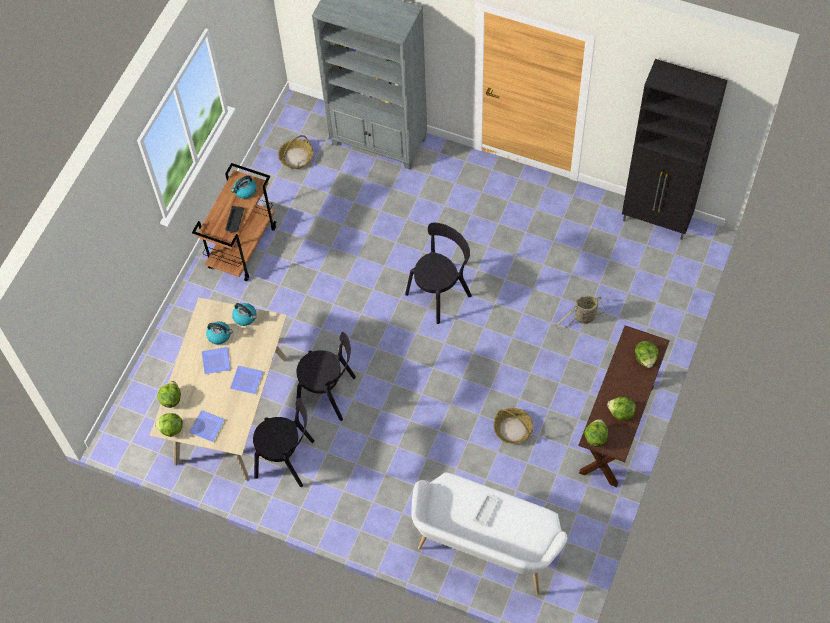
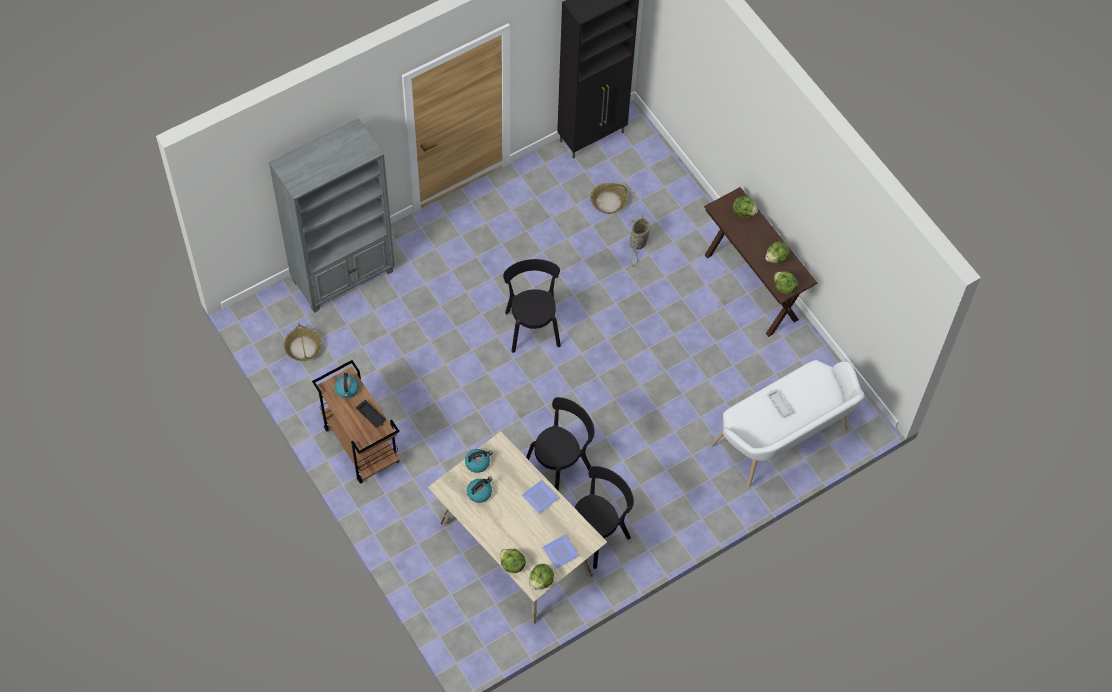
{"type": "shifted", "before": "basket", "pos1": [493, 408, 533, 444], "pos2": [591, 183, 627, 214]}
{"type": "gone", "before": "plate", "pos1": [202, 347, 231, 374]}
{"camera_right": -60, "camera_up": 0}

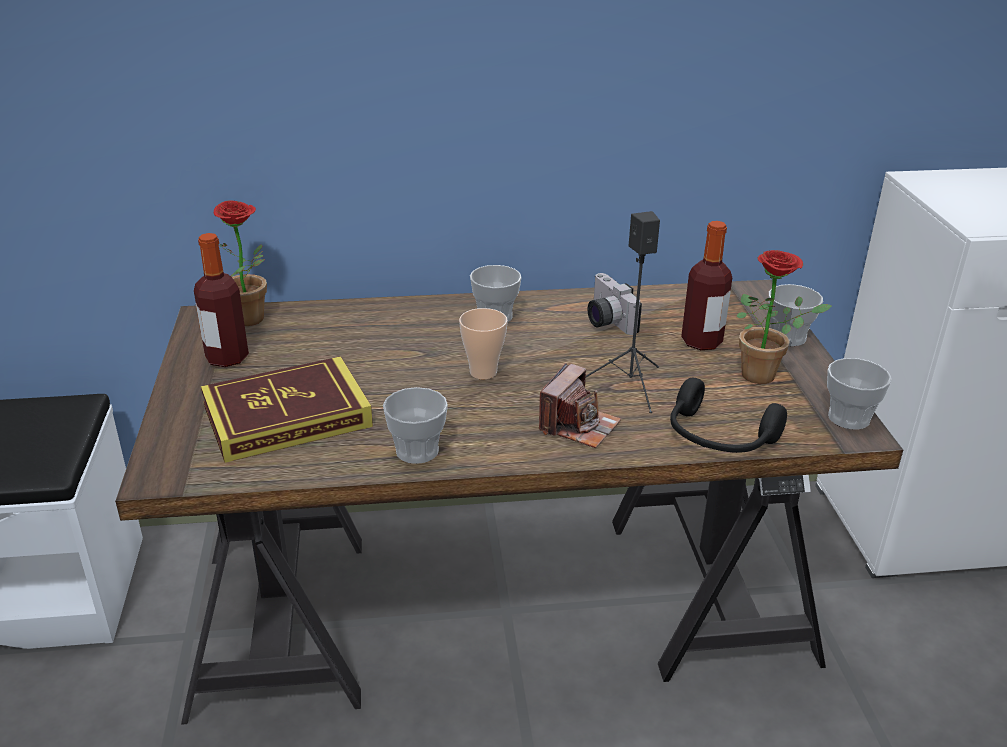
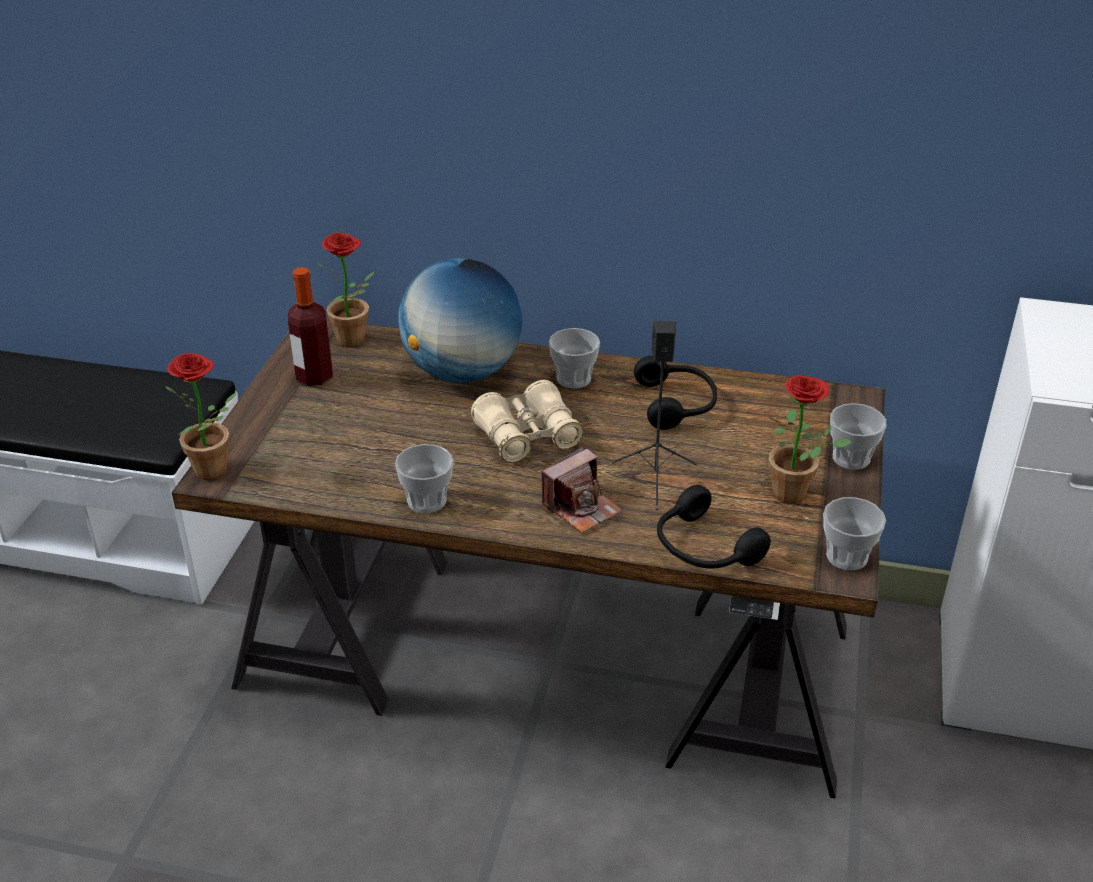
{"type": "new", "after": "potted plant", "pos2": [165, 353, 236, 480]}
{"type": "new", "after": "globe", "pos2": [398, 258, 522, 383]}
{"type": "swapped", "before": "cup", "after": "beige binoculars", "pos1": [459, 308, 508, 379], "pos2": [471, 380, 584, 463]}
{"type": "swapped", "before": "photo camera", "after": "black headphones", "pos1": [588, 273, 642, 335], "pos2": [634, 355, 717, 430]}
{"type": "gone", "before": "book", "pos1": [201, 356, 373, 463]}
{"type": "gone", "before": "bottle", "pos1": [681, 221, 732, 350]}
{"camera_right": 20, "camera_up": 5}

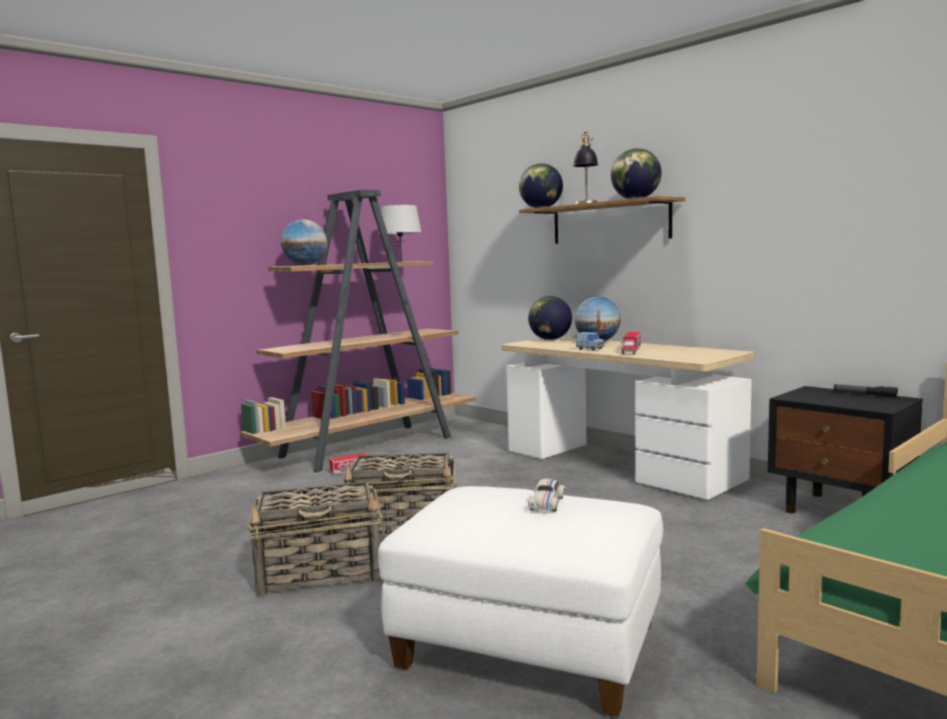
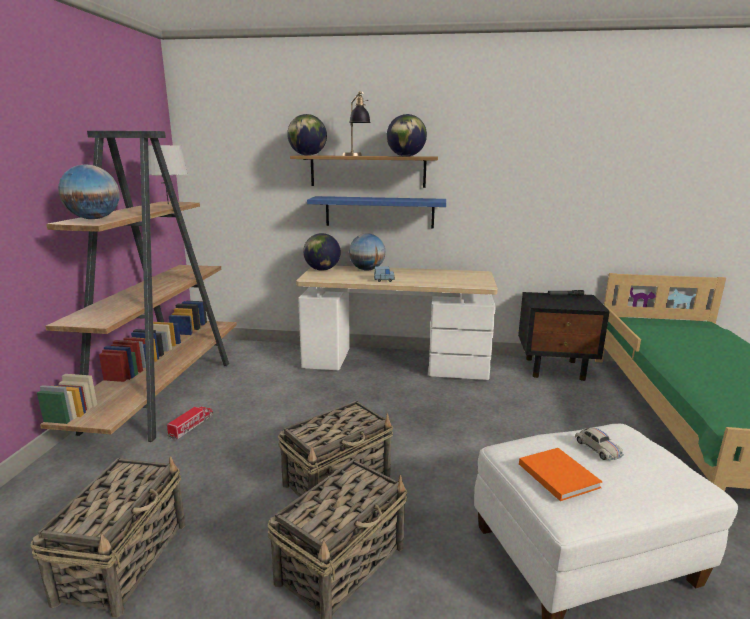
{"type": "new", "after": "basket", "pos2": [30, 456, 185, 618]}
{"type": "new", "after": "blue shelf", "pos2": [307, 196, 446, 229]}
{"type": "new", "after": "orange book", "pos2": [519, 448, 603, 501]}
{"type": "gone", "before": "toy truck", "pos1": [621, 332, 641, 354]}
{"camera_right": -40, "camera_up": 10}

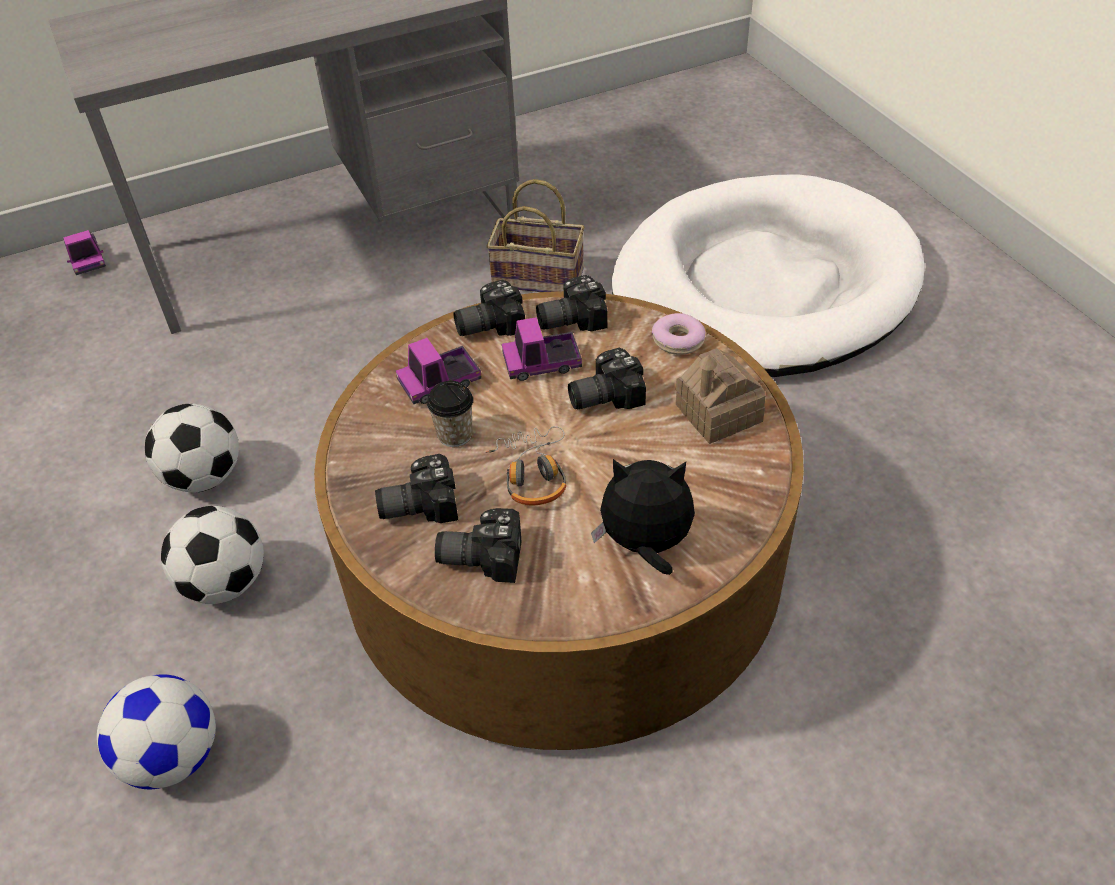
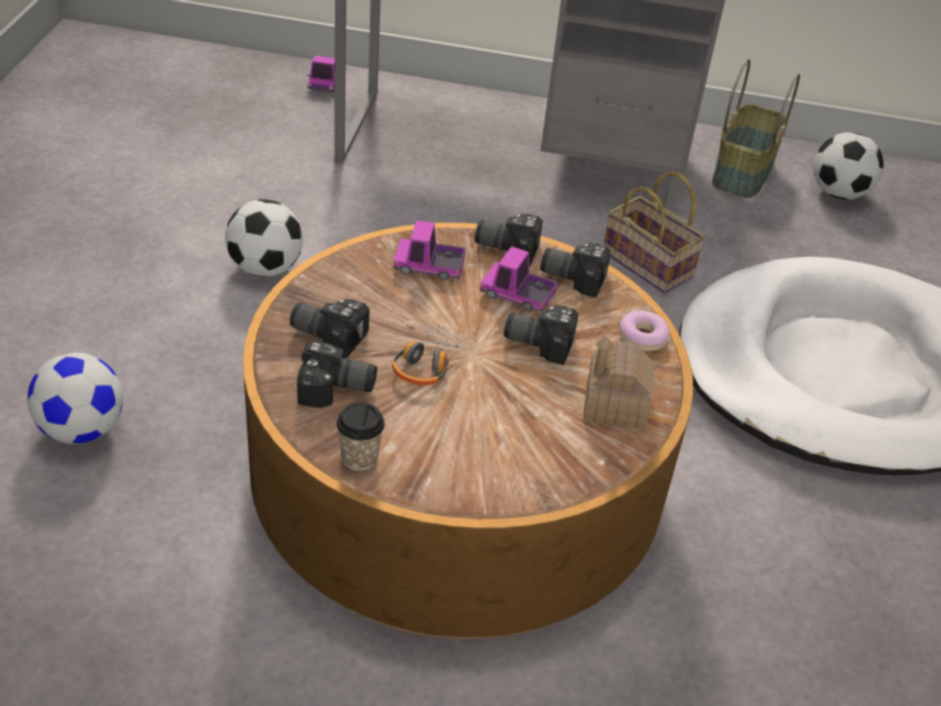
{"type": "rotated", "before": "photo camera", "pos1": [435, 508, 522, 583], "pos2": [297, 342, 377, 408], "turn": 150}
{"type": "shifted", "before": "cup", "pos1": [427, 381, 473, 447], "pos2": [336, 402, 385, 471]}
{"type": "new", "after": "basket", "pos2": [712, 59, 800, 198]}
{"type": "shifted", "before": "football", "pos1": [161, 506, 264, 604], "pos2": [814, 132, 884, 200]}
{"type": "gone", "before": "plush toy", "pos1": [591, 459, 695, 575]}
{"camera_right": 30, "camera_up": -5}

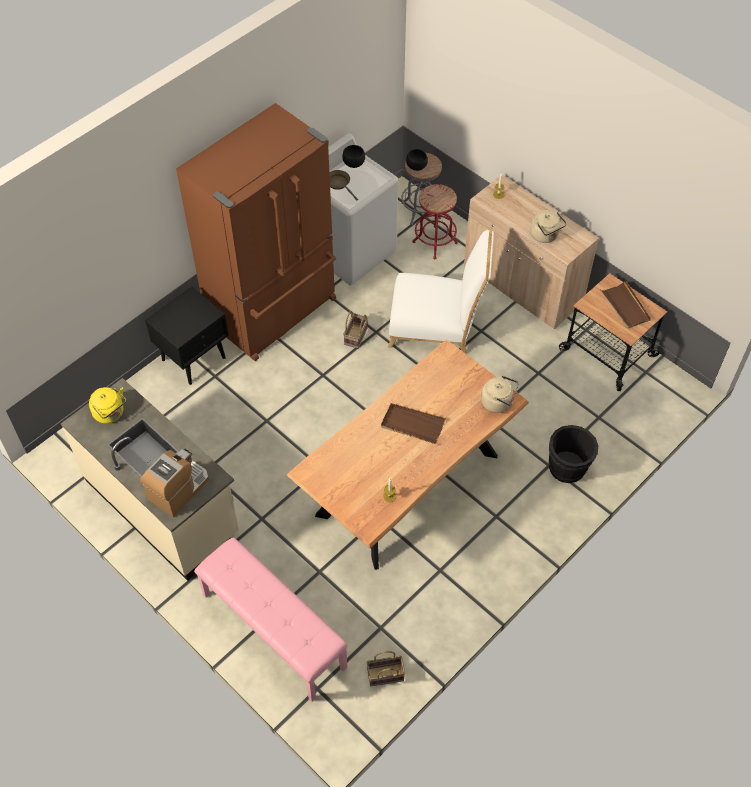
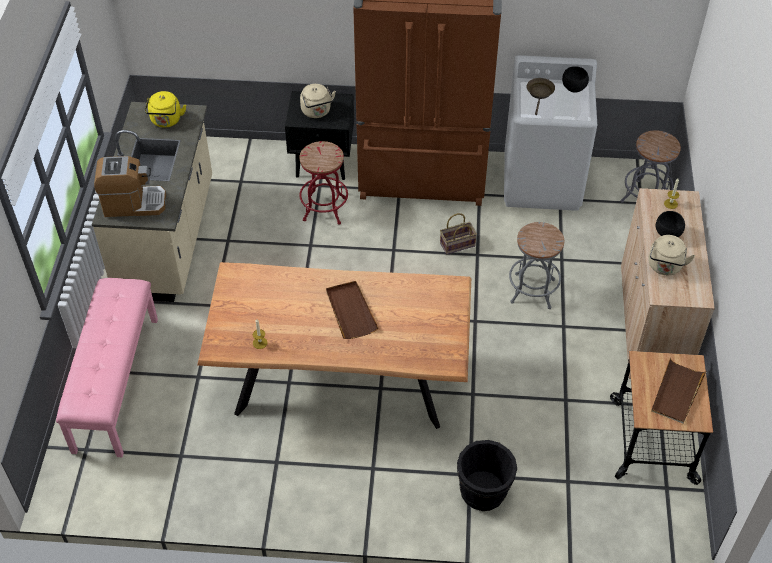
{"type": "shifted", "before": "red stool", "pos1": [412, 184, 458, 260], "pos2": [299, 141, 348, 224]}
{"type": "shifted", "before": "beige kettle", "pos1": [481, 374, 519, 413], "pos2": [300, 84, 336, 118]}
{"type": "swapped", "before": "white chair", "after": "grey stool", "pos1": [388, 227, 494, 354], "pos2": [509, 222, 564, 309]}
{"type": "shifted", "before": "black bowl", "pos1": [406, 149, 428, 171], "pos2": [656, 211, 685, 237]}
{"type": "gone", "before": "basket", "pos1": [367, 651, 405, 686]}
{"camera_right": 50, "camera_up": -5}

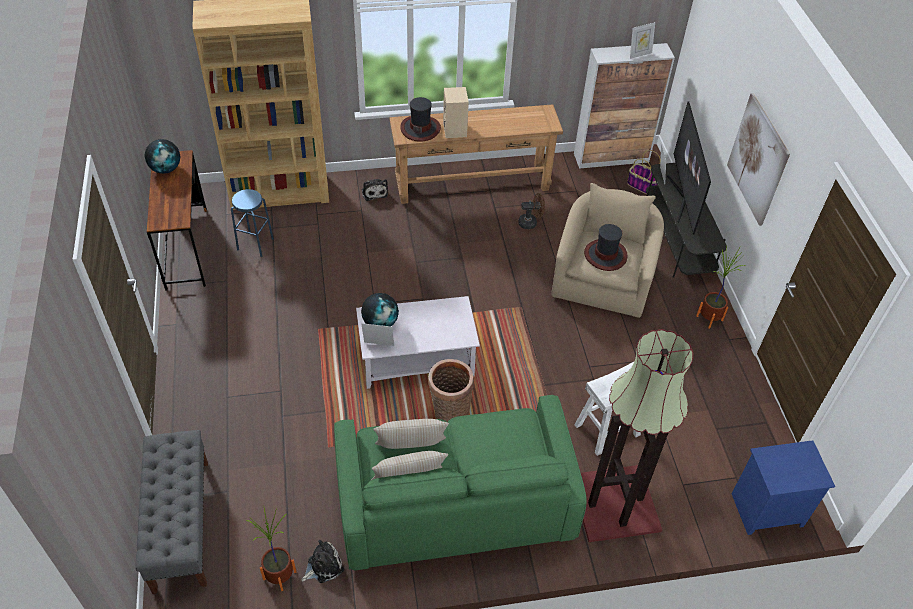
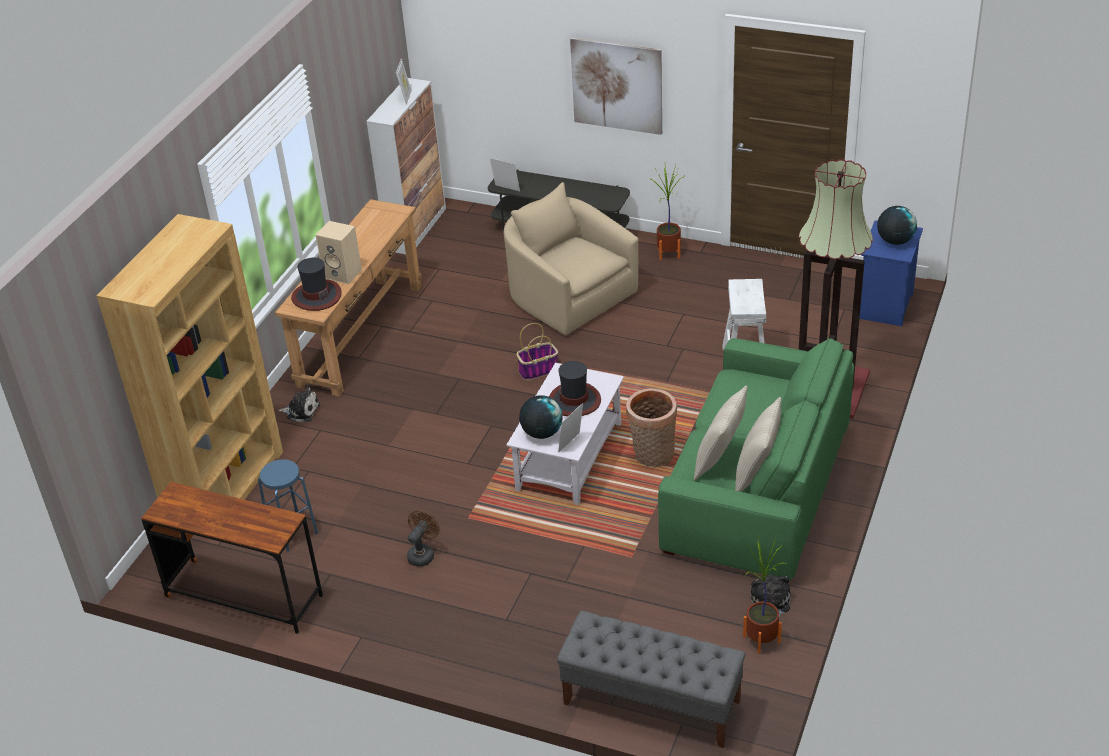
{"type": "shifted", "before": "brown fan", "pos1": [518, 193, 545, 229], "pos2": [407, 510, 440, 566]}
{"type": "shifted", "before": "basket", "pos1": [627, 150, 660, 194], "pos2": [516, 323, 558, 380]}
{"type": "shifted", "before": "hat", "pos1": [584, 224, 628, 271], "pos2": [549, 361, 601, 416]}
{"type": "shifted", "before": "globe", "pos1": [145, 139, 180, 174], "pos2": [877, 206, 917, 245]}
{"type": "gone", "before": "television", "pos1": [667, 101, 711, 235]}
{"camera_right": -55, "camera_up": -10}

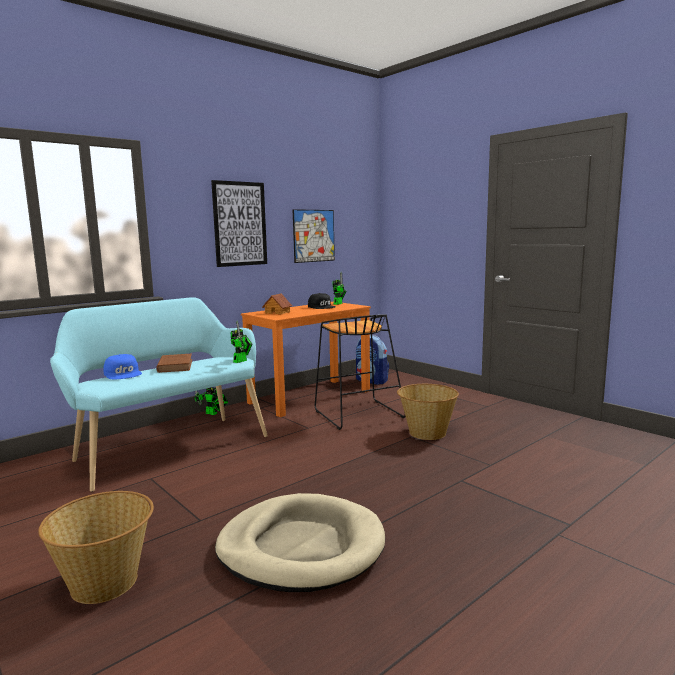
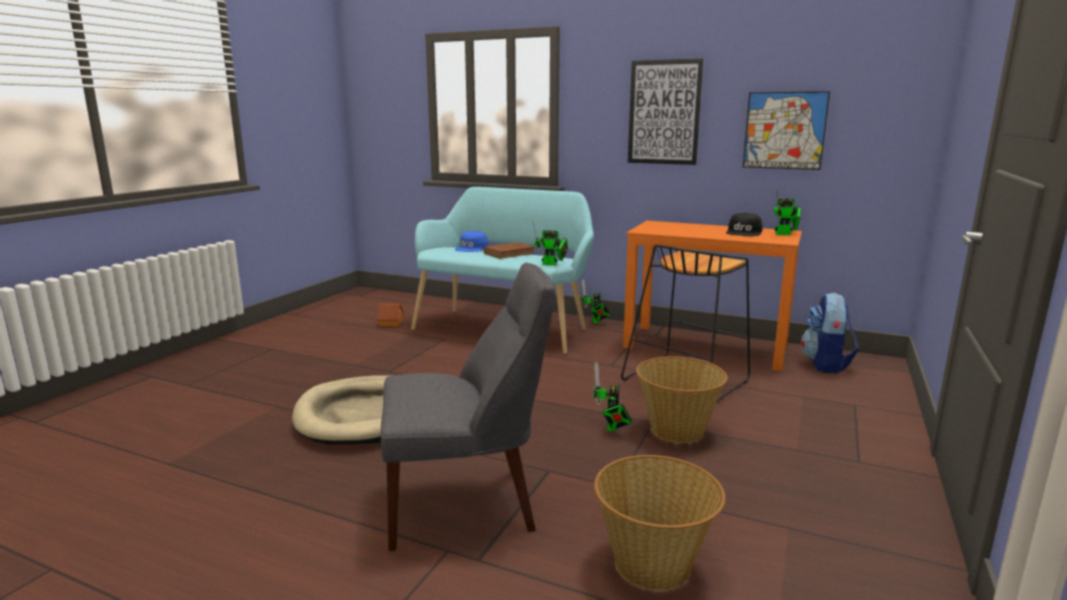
{"type": "shifted", "before": "toy house", "pos1": [262, 293, 292, 314], "pos2": [377, 303, 404, 327]}
{"type": "new", "after": "grey chair", "pos2": [381, 263, 556, 551]}
{"type": "new", "after": "toy robot", "pos2": [593, 362, 632, 431]}
{"type": "shifted", "before": "basket", "pos1": [38, 491, 154, 604], "pos2": [594, 455, 726, 591]}
{"camera_right": 65, "camera_up": 5}

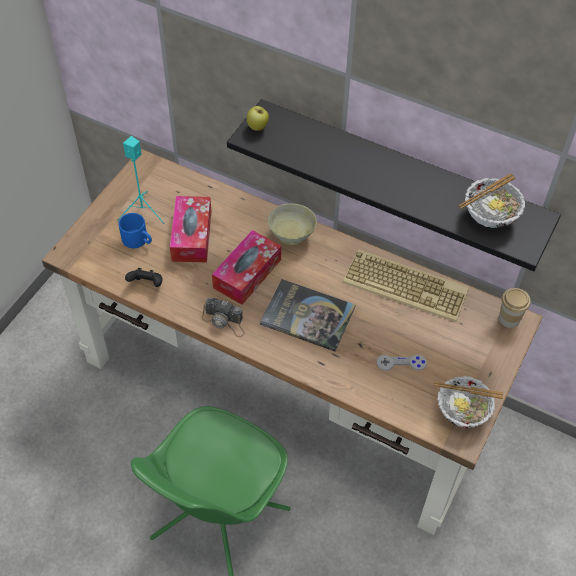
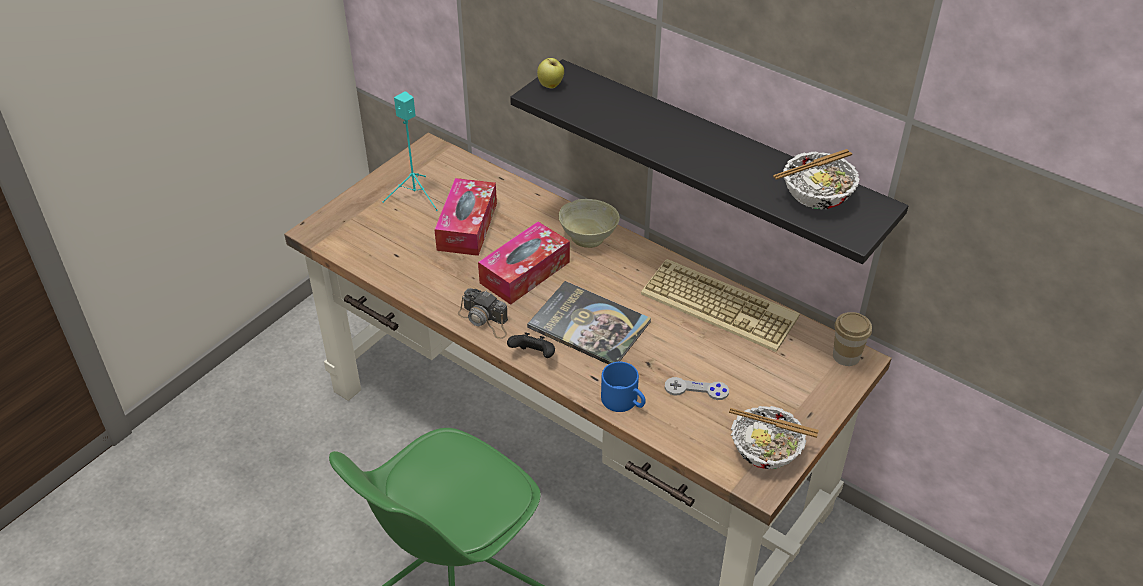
{"type": "shifted", "before": "black game controller", "pos1": [125, 268, 162, 287], "pos2": [507, 332, 555, 358]}
{"type": "shifted", "before": "blue mug", "pos1": [119, 213, 152, 248], "pos2": [601, 362, 646, 412]}
{"camera_right": 10, "camera_up": -10}

